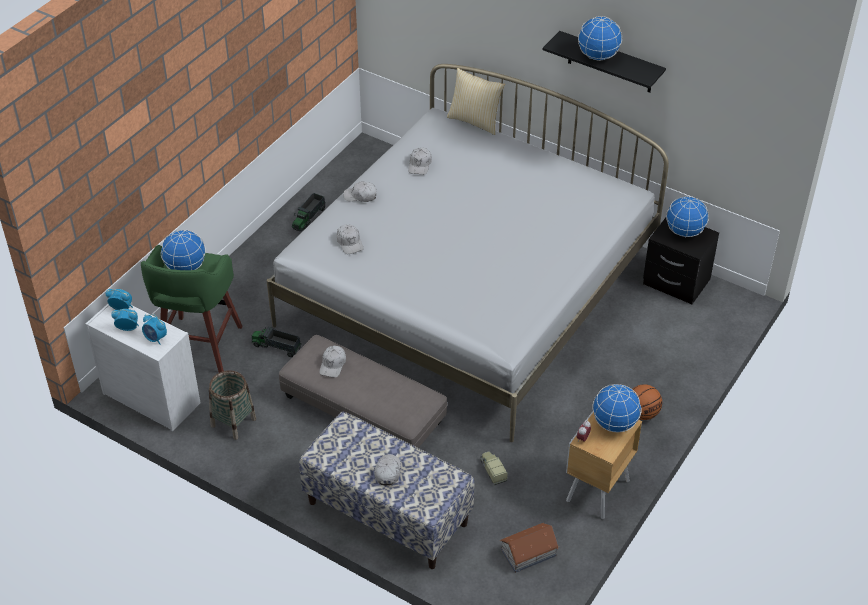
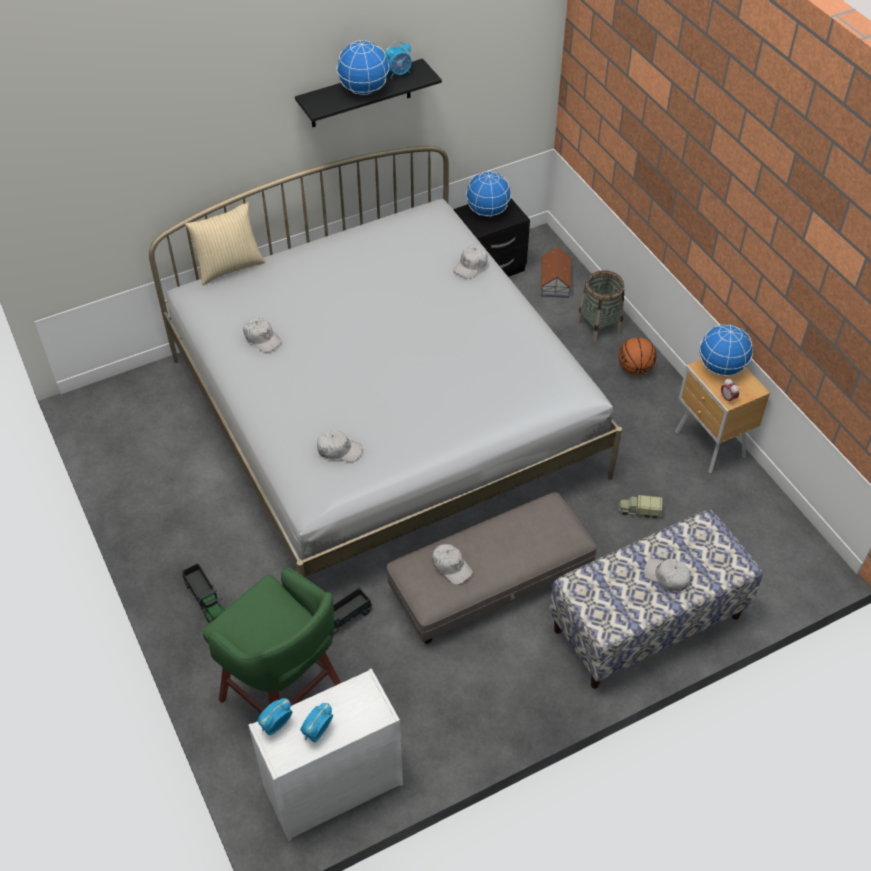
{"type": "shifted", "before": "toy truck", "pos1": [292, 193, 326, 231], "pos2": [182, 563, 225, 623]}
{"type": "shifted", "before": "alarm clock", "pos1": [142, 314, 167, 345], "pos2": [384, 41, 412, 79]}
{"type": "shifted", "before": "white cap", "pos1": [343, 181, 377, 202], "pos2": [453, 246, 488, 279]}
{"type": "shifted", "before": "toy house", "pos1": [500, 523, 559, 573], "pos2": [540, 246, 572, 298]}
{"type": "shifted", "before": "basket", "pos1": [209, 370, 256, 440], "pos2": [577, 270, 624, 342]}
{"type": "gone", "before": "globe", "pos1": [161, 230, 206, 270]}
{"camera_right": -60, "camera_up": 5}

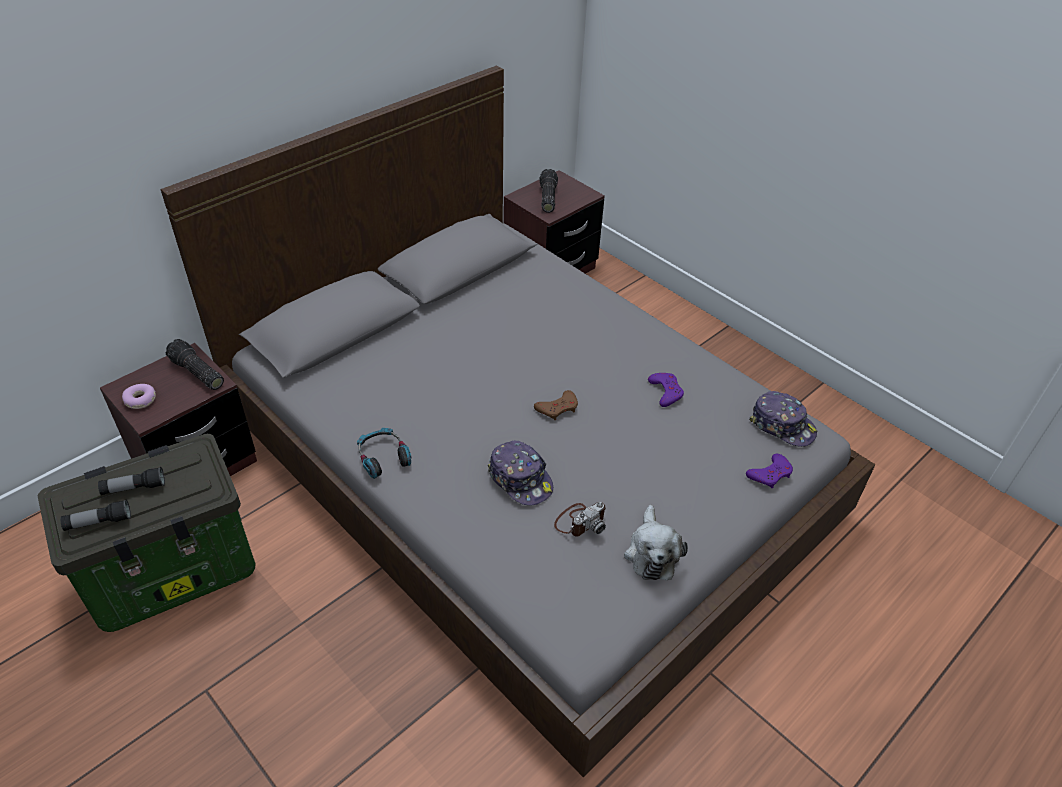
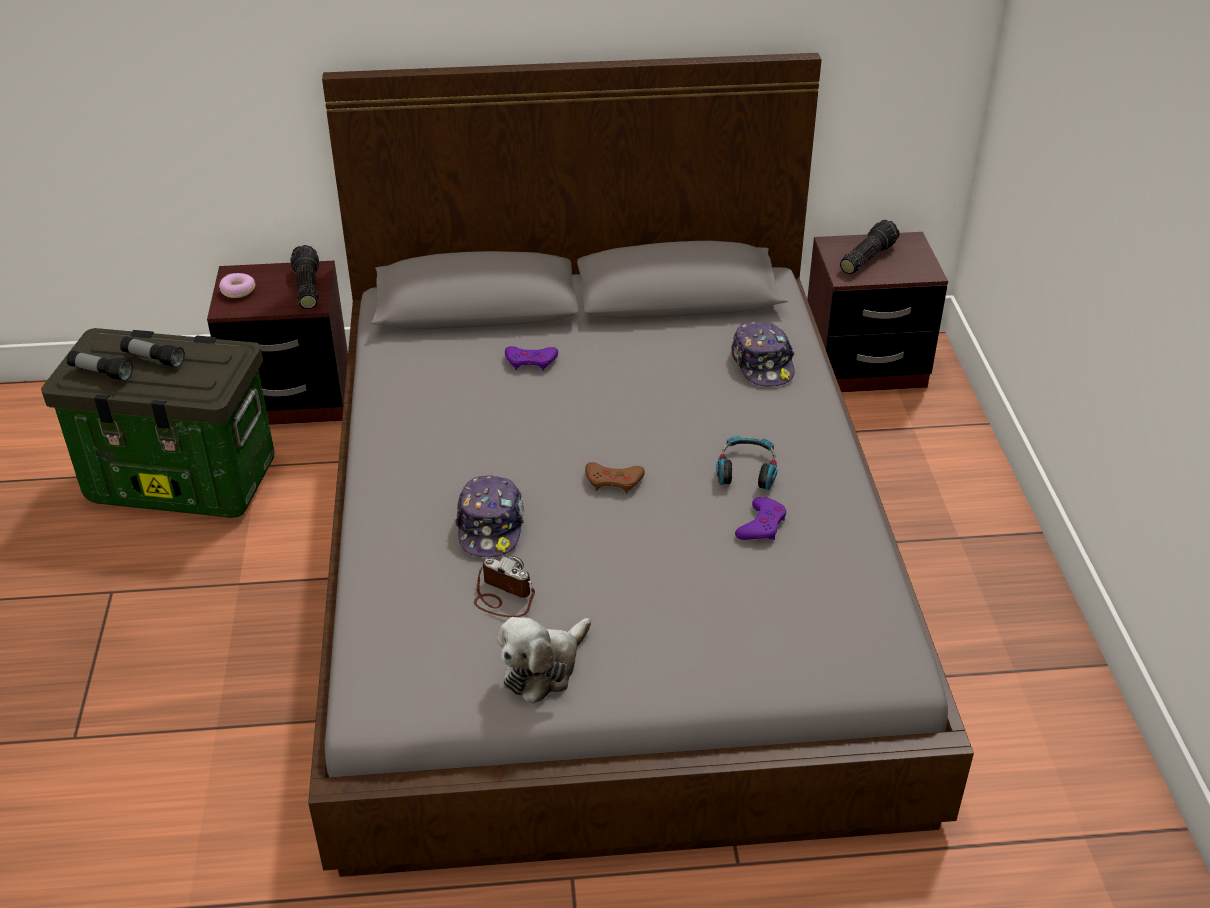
{"type": "rotated", "before": "photo camera", "pos1": [554, 502, 606, 536], "pos2": [474, 556, 535, 618], "turn": -150}
{"type": "shifted", "before": "purple game controller", "pos1": [746, 454, 793, 488], "pos2": [505, 346, 558, 371]}
{"type": "shifted", "before": "headphones", "pos1": [357, 428, 411, 479], "pos2": [716, 436, 777, 490]}
{"type": "shifted", "before": "cap", "pos1": [749, 391, 817, 447], "pos2": [731, 322, 795, 387]}
{"camera_right": 40, "camera_up": -5}

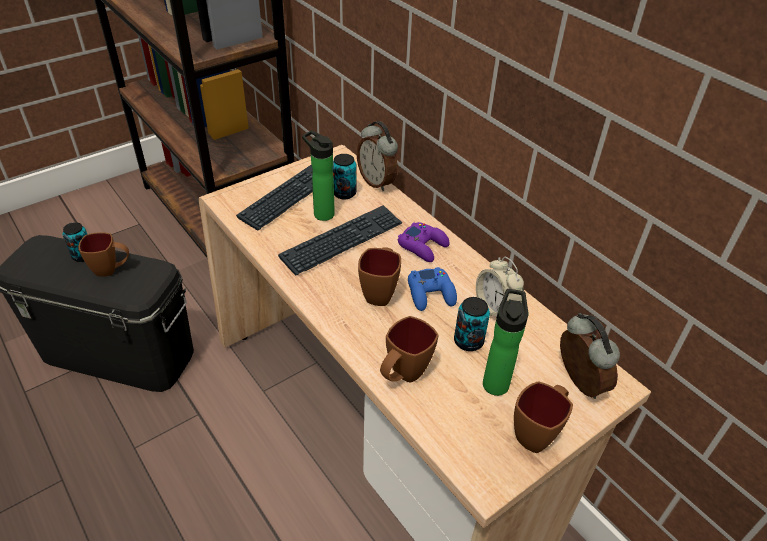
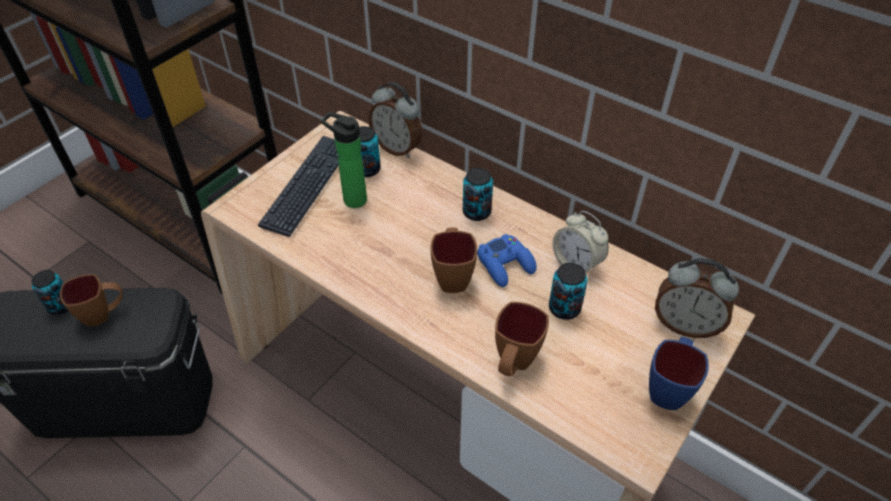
{"type": "swapped", "before": "purple game controller", "after": "can", "pos1": [398, 222, 450, 262], "pos2": [463, 168, 493, 221]}
{"type": "repainted", "before": "brown mug", "after": "blue mug", "pos1": [514, 382, 573, 453], "pos2": [649, 337, 709, 410]}
{"type": "rotated", "before": "alarm clock", "pos1": [560, 313, 620, 399], "pos2": [655, 258, 739, 338], "turn": 150}
{"type": "gone", "before": "keyboard", "pos1": [278, 205, 403, 275]}
{"type": "gone", "before": "bottle", "pos1": [483, 289, 529, 396]}
{"camera_right": -15, "camera_up": 5}

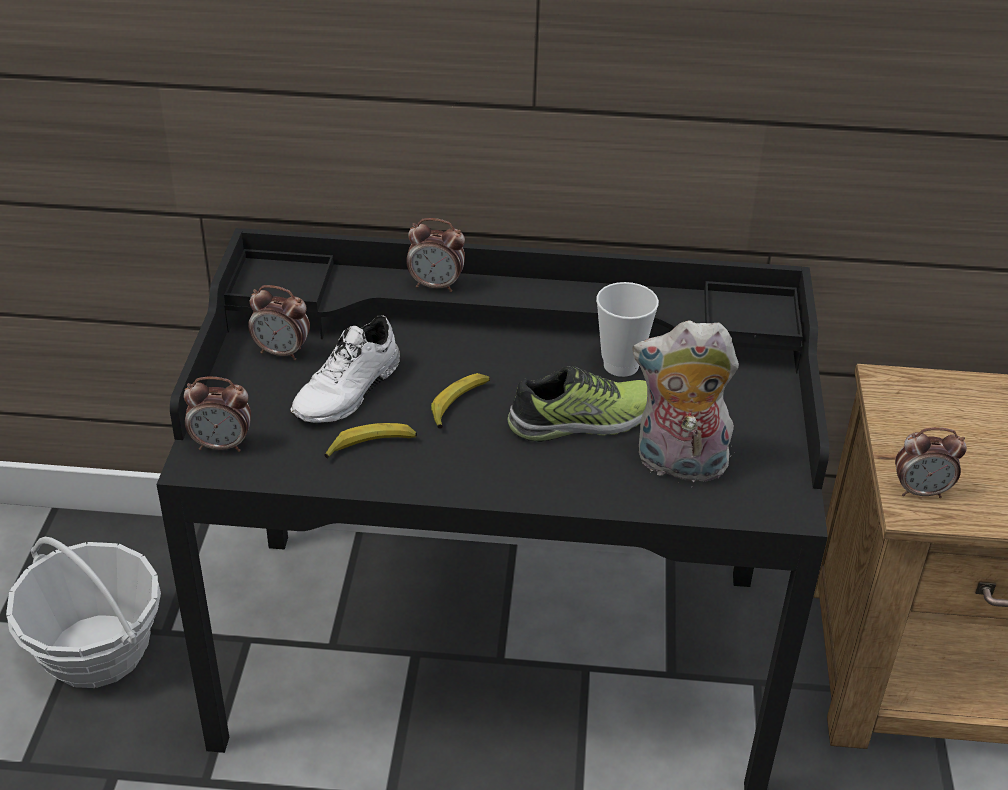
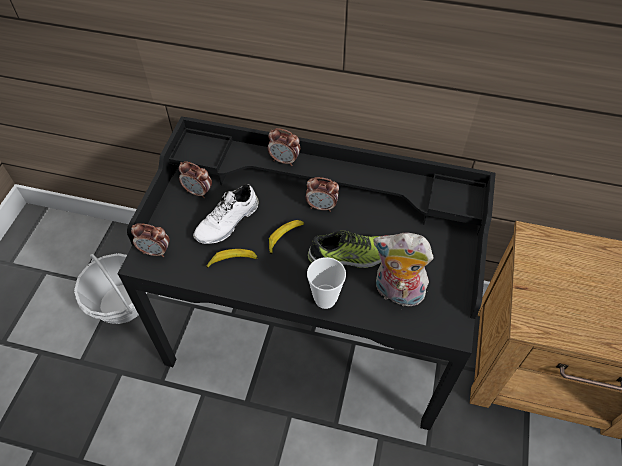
{"type": "shifted", "before": "alarm clock", "pos1": [895, 427, 967, 498], "pos2": [306, 177, 339, 212]}
{"type": "shifted", "before": "cup", "pos1": [596, 282, 659, 377], "pos2": [307, 257, 346, 309]}
{"camera_right": 10, "camera_up": 15}

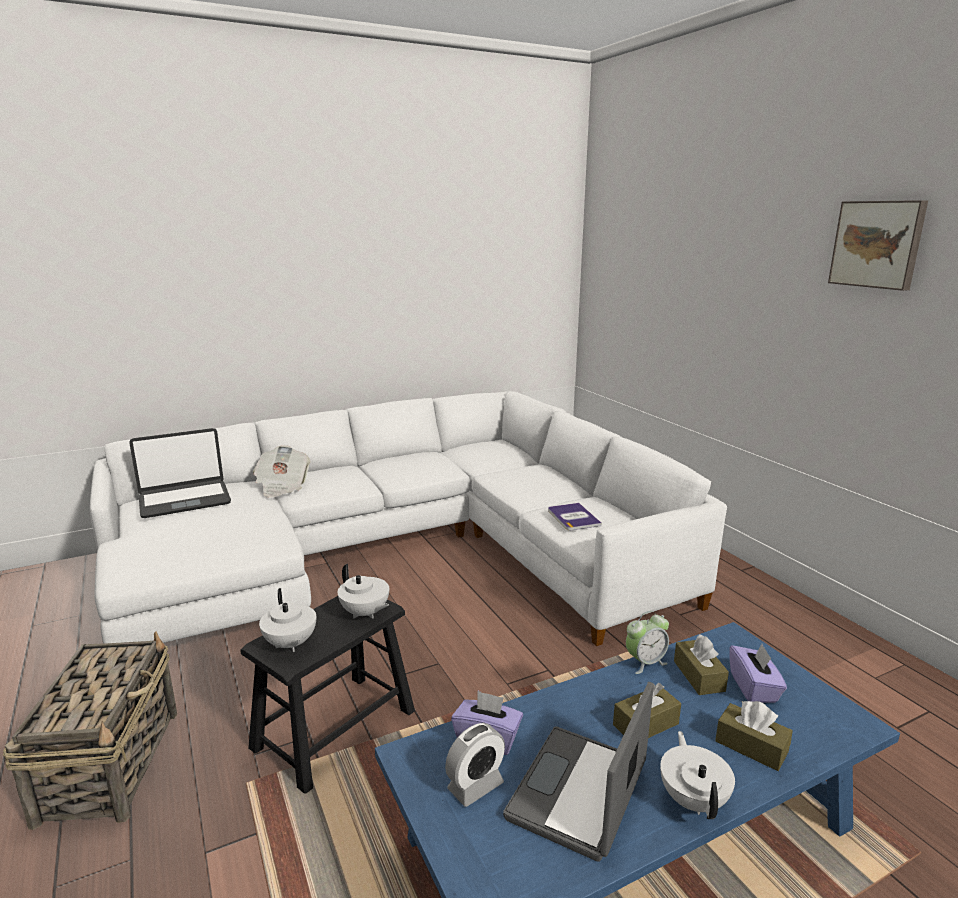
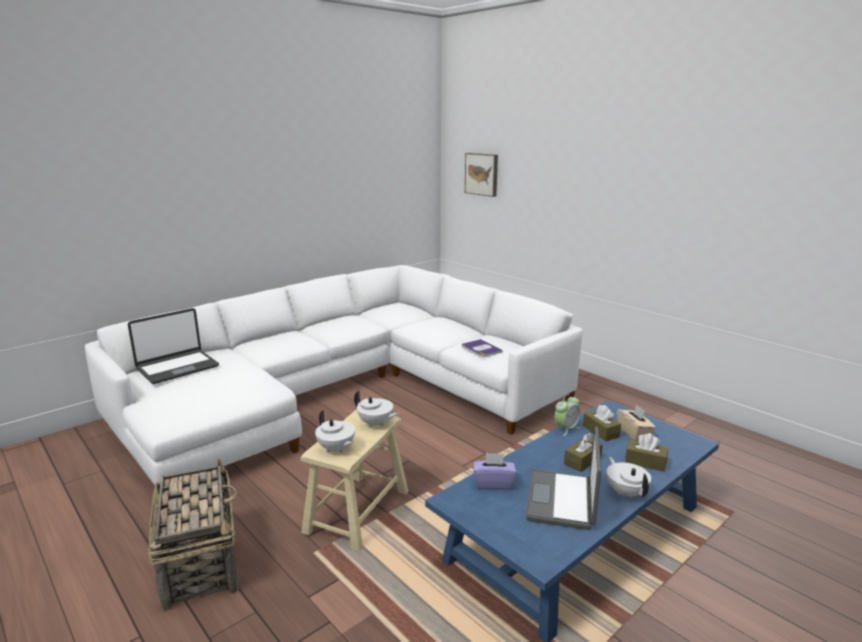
{"type": "repainted", "before": "black stool", "after": "beige stool", "pos1": [240, 596, 415, 794], "pos2": [301, 410, 409, 551]}
{"type": "shifted", "before": "picture", "pos1": [828, 200, 928, 291], "pos2": [465, 153, 498, 197]}
{"type": "repainted", "before": "purple tissue box", "after": "beige tissue box", "pos1": [729, 644, 787, 703], "pos2": [617, 405, 656, 441]}
{"type": "gone", "before": "newspaper", "pos1": [253, 445, 310, 497]}
{"type": "gone", "before": "alarm clock", "pos1": [445, 723, 505, 807]}
{"camera_right": -15, "camera_up": 0}

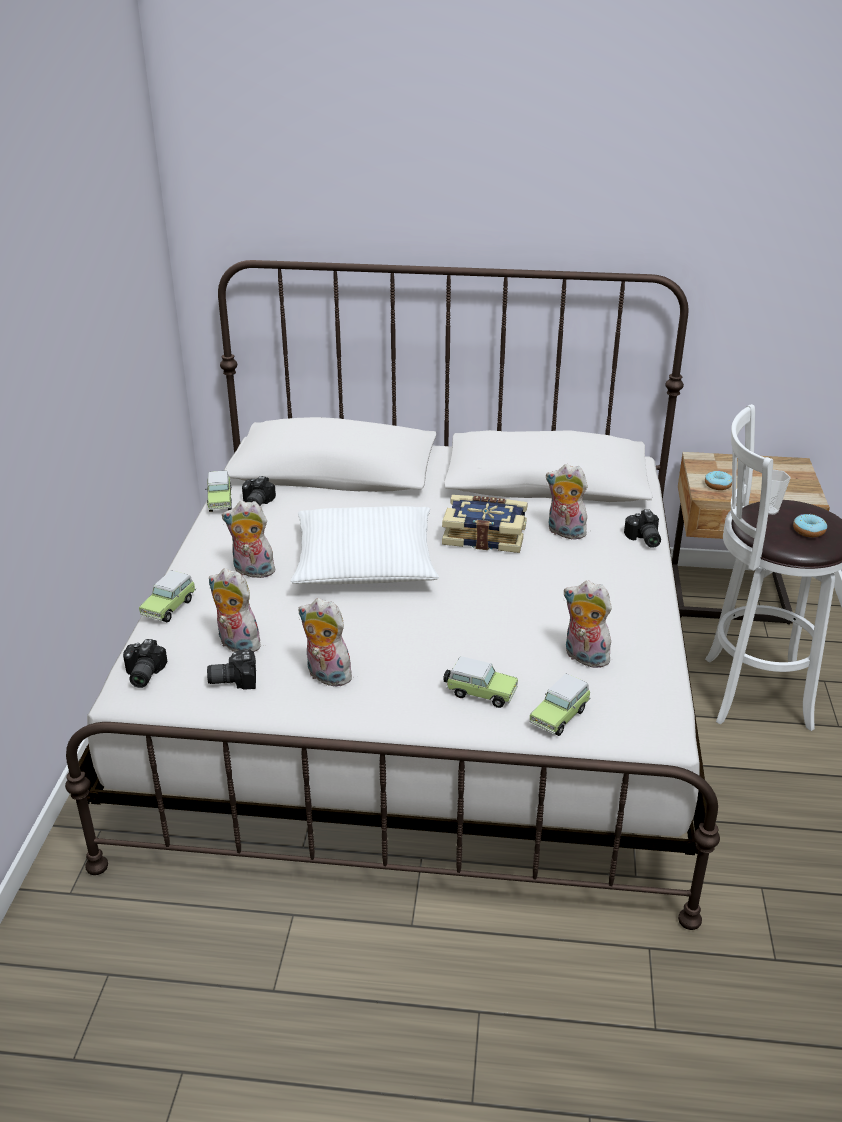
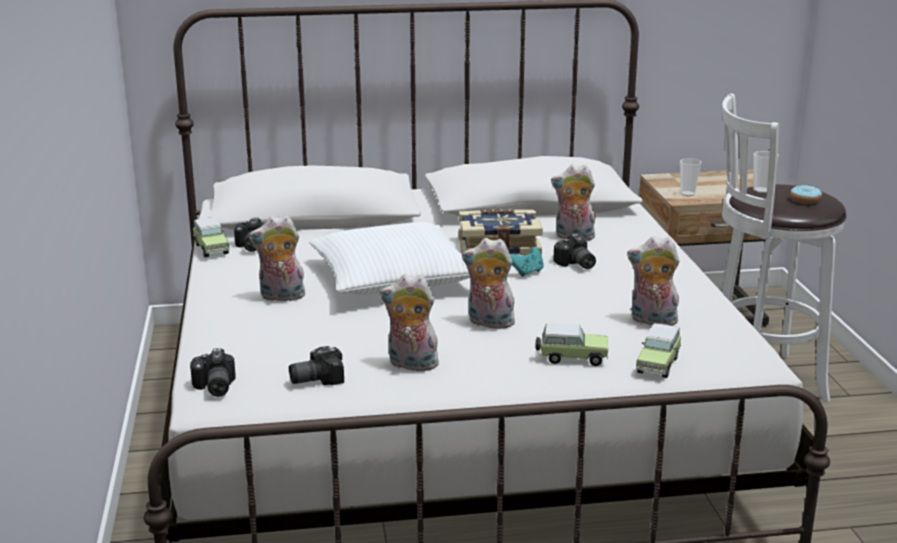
{"type": "shifted", "before": "plush toy", "pos1": [209, 568, 261, 652], "pos2": [462, 238, 515, 329]}
{"type": "new", "after": "turquoise game controller", "pos2": [510, 247, 544, 277]}
{"type": "shifted", "before": "photo camera", "pos1": [624, 509, 661, 548], "pos2": [553, 234, 596, 269]}
{"type": "swapped", "before": "donut", "after": "cup", "pos1": [705, 470, 732, 490], "pos2": [680, 158, 702, 196]}
{"type": "gone", "before": "toy car", "pos1": [139, 570, 196, 623]}
{"camera_right": -15, "camera_up": -10}

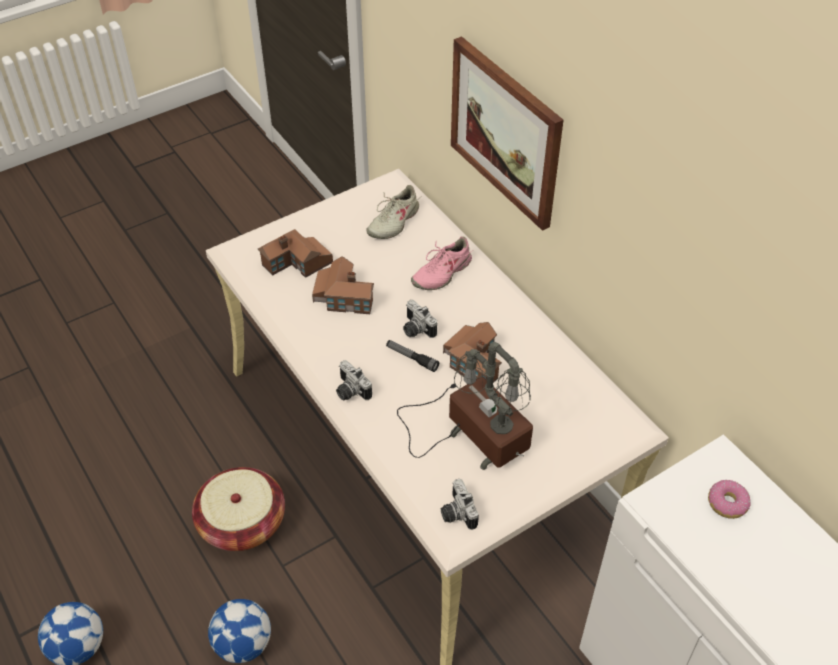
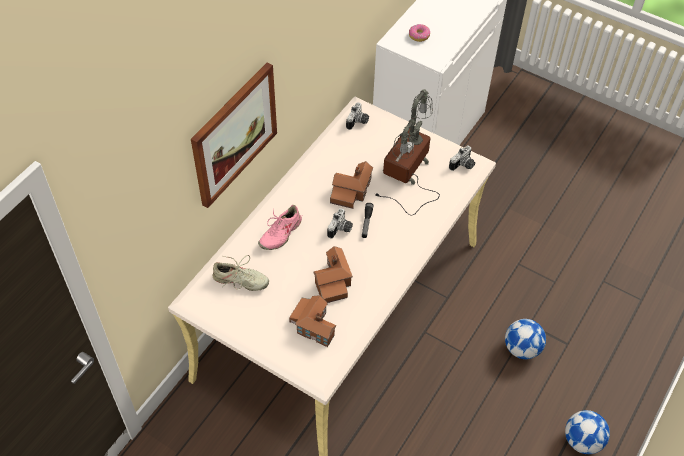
{"type": "rotated", "before": "pink shoe", "pos1": [411, 236, 473, 290], "pos2": [258, 205, 302, 250], "turn": 105}
{"type": "shifted", "before": "photo camera", "pos1": [336, 360, 372, 400], "pos2": [346, 102, 369, 130]}
{"type": "gone", "before": "basket", "pos1": [192, 467, 285, 551]}
{"camera_right": -115, "camera_up": 5}

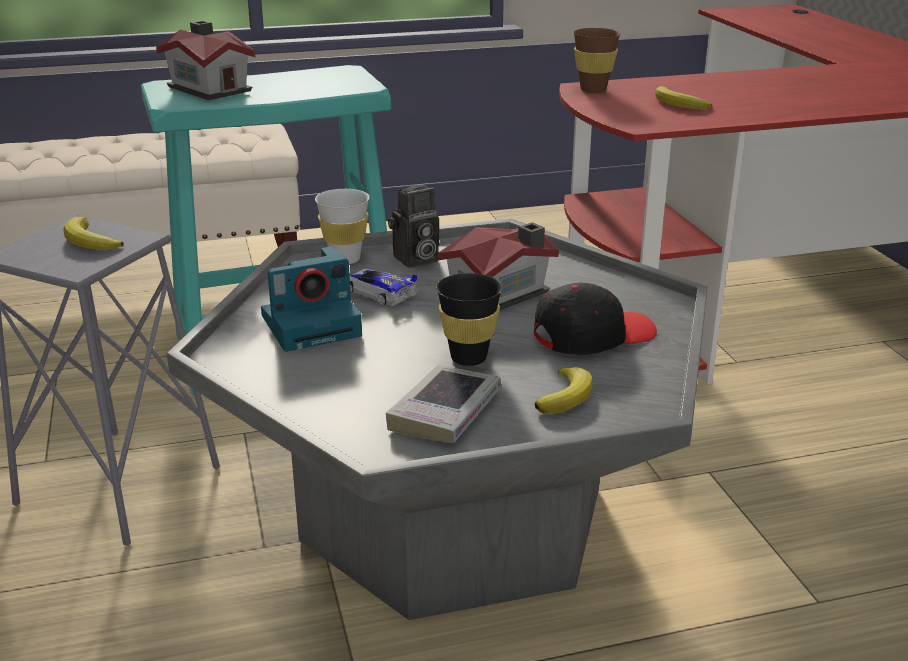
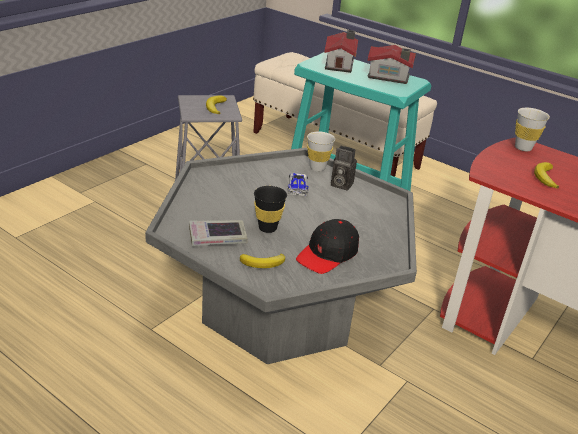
{"type": "rotated", "before": "black cap", "pos1": [534, 282, 657, 355], "pos2": [296, 219, 359, 274], "turn": 105}
{"type": "shifted", "before": "toy house", "pos1": [438, 222, 559, 311], "pos2": [367, 45, 416, 84]}
{"type": "repainted", "before": "brown cup", "after": "white cup", "pos1": [573, 28, 621, 93], "pos2": [515, 108, 550, 151]}
{"type": "gone", "before": "photo camera", "pos1": [261, 246, 362, 352]}
{"camera_right": 50, "camera_up": 5}

